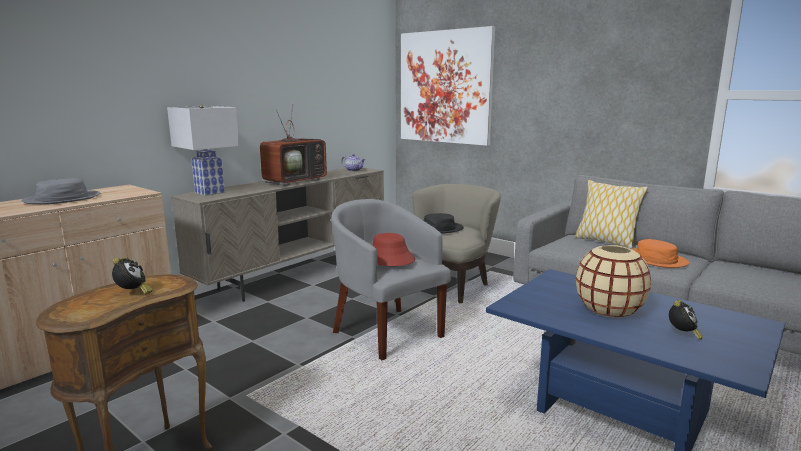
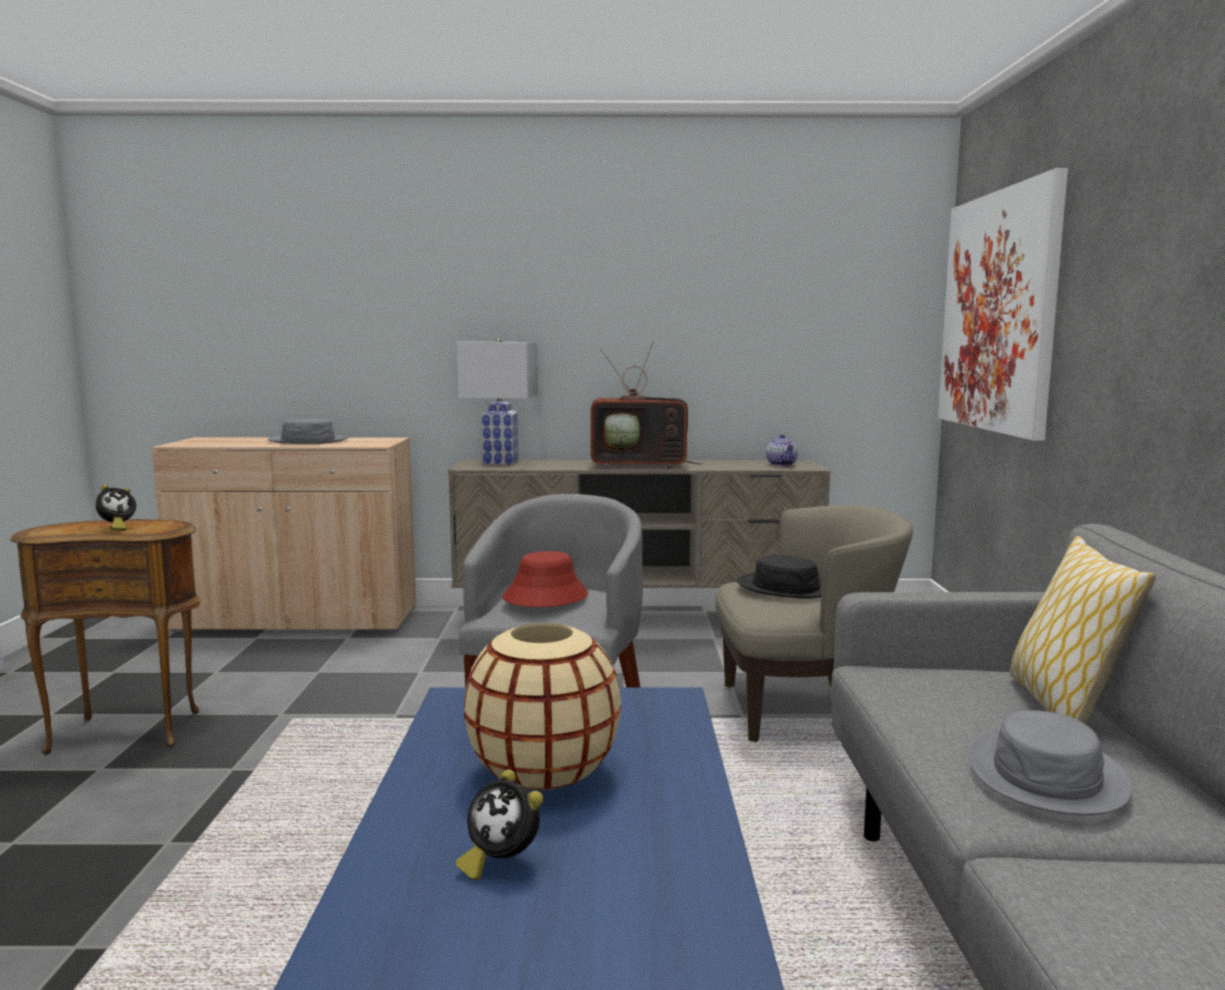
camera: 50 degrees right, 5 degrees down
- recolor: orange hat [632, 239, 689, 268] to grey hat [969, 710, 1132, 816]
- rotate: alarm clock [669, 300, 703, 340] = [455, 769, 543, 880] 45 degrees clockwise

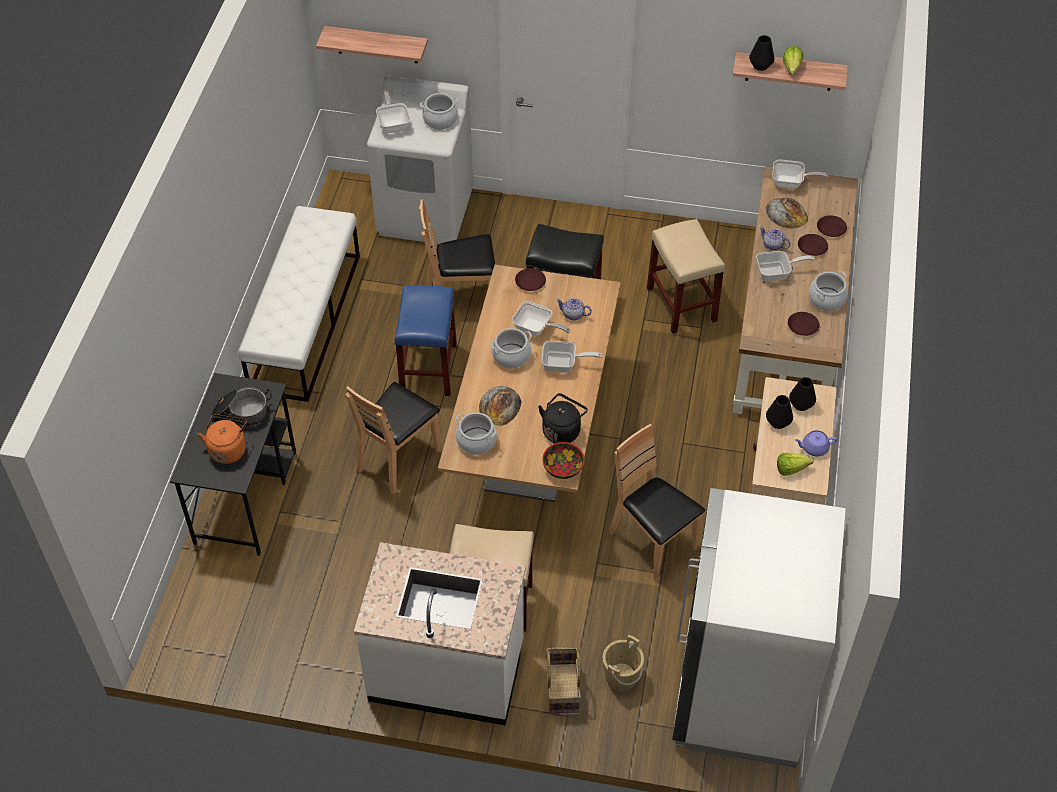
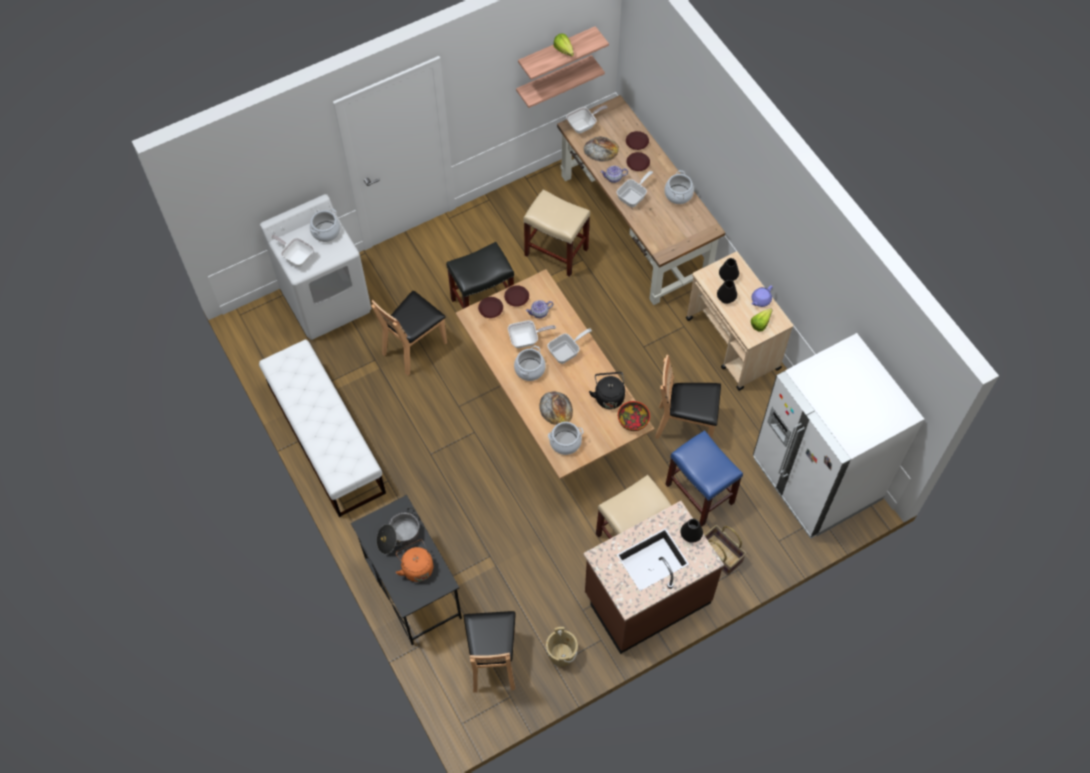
camera: 40 degrees left, 10 degrees up
- move: shelf [316, 26, 428, 63] to [516, 55, 605, 108]
- move: black vase [749, 35, 775, 71] to [680, 519, 703, 543]
- move: blue stool [394, 285, 457, 396] to [665, 430, 743, 527]
- move: brown plate [788, 312, 819, 336] to [504, 285, 529, 307]
- move: brown chair [346, 382, 440, 494] to [464, 611, 515, 693]
- recolor: white counter [354, 542, 526, 726] to brown counter [583, 501, 724, 654]
- move: beige bucket [603, 635, 644, 691] to [546, 627, 578, 667]

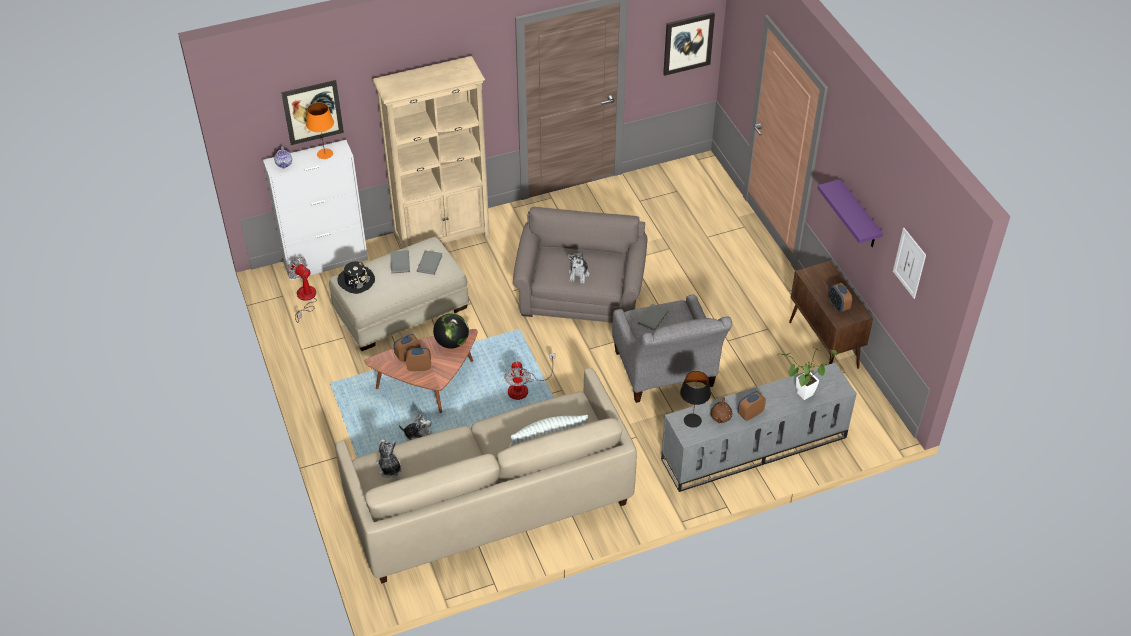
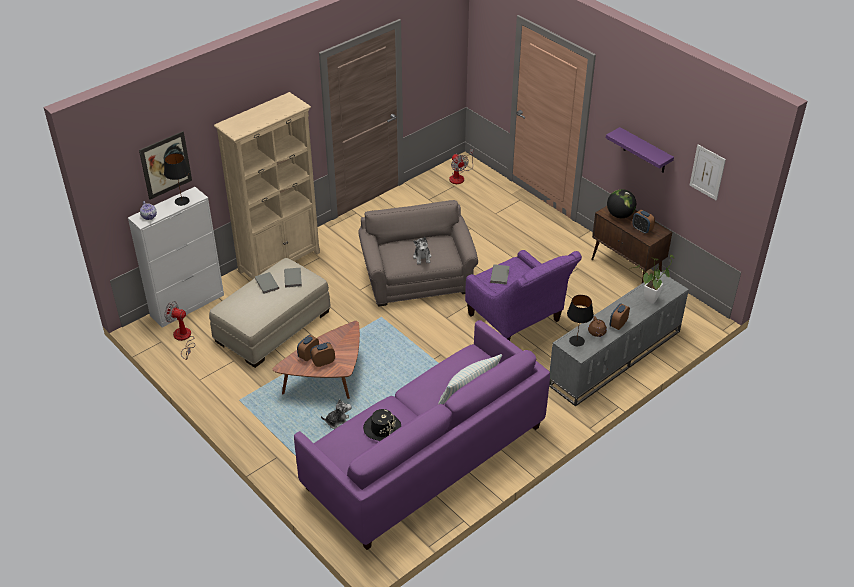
camera: 20 degrees left, 5 degrees down
- delete: picture [663, 12, 715, 76]
- recolor: orange table lamp [306, 102, 334, 159] to black table lamp [164, 153, 190, 206]
- move: black hat [337, 261, 375, 294] to [363, 409, 401, 441]
- recolor: grey armchair [612, 294, 732, 403] to purple armchair [465, 250, 582, 341]
- move: globe [433, 313, 469, 349] to [607, 189, 636, 218]
- move: fan [504, 353, 555, 400] to [449, 149, 473, 184]
- recolor: beige sofa [335, 368, 637, 584] to purple sofa [294, 320, 550, 550]
- delete: plush toy [376, 439, 402, 478]

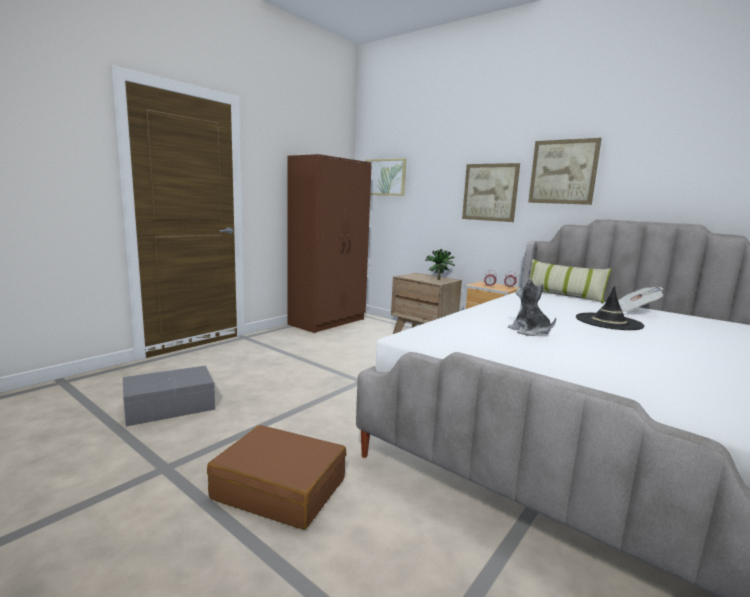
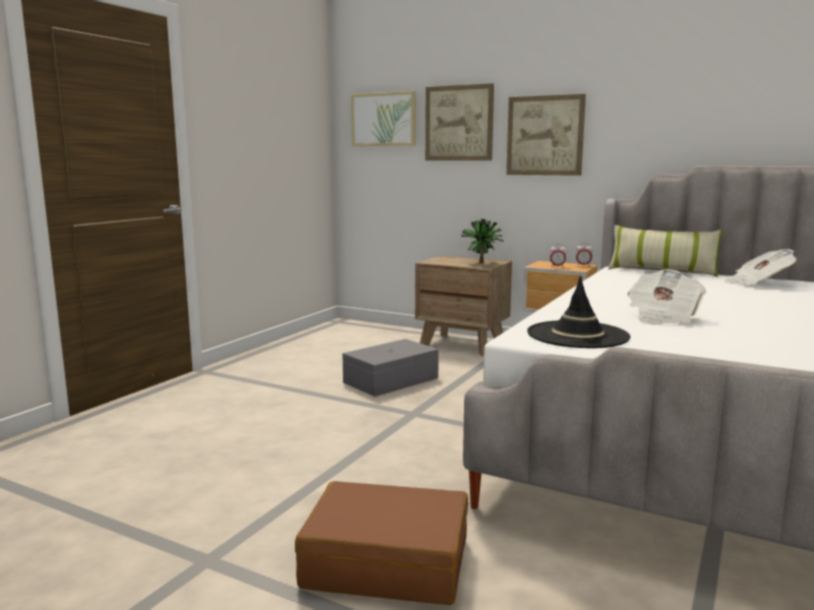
camera: 10 degrees left, 0 degrees up
- move: picture [528, 138, 602, 205] to [425, 83, 494, 161]
- delete: brown wardrobe [288, 154, 372, 333]
- replace: plush toy [508, 278, 556, 336] to newspaper [627, 269, 706, 325]
- move: black hat [576, 286, 645, 330] to [527, 276, 631, 348]
- move: grey storage box [123, 366, 215, 426] to [342, 339, 439, 396]

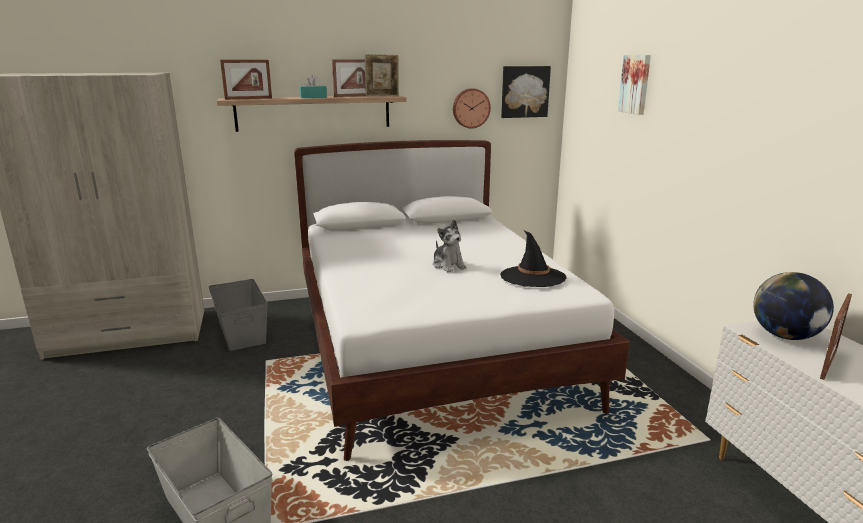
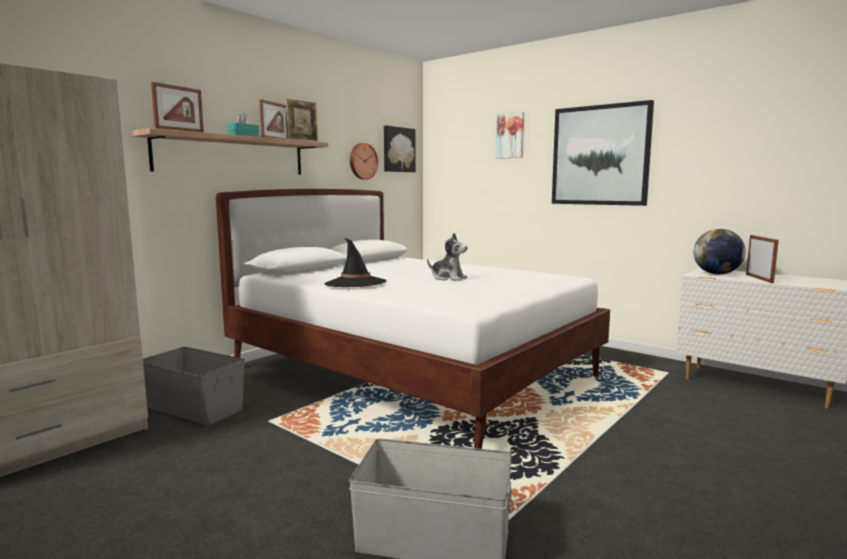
camera: 35 degrees left, 10 degrees down
- move: black hat [500, 230, 567, 287] to [325, 238, 386, 287]
- insert: picture [552, 100, 654, 206]

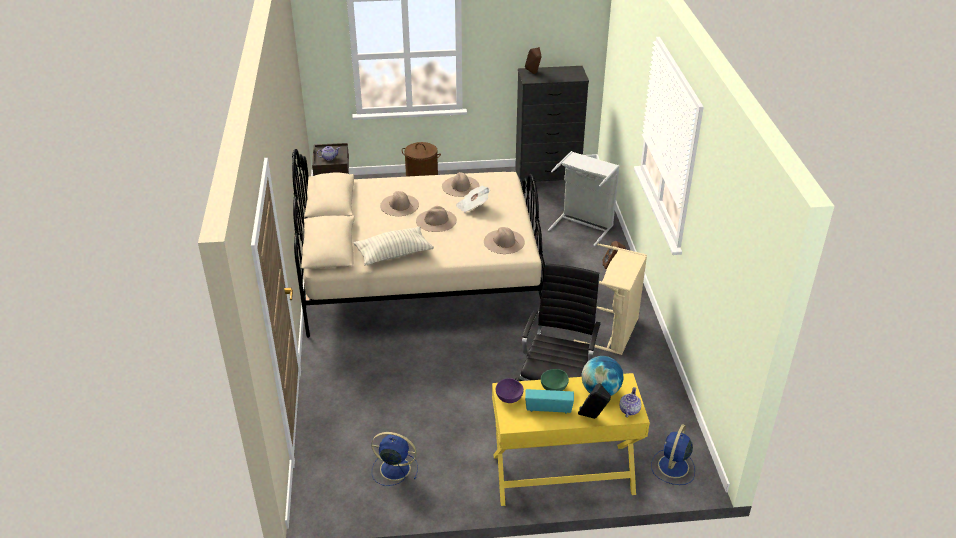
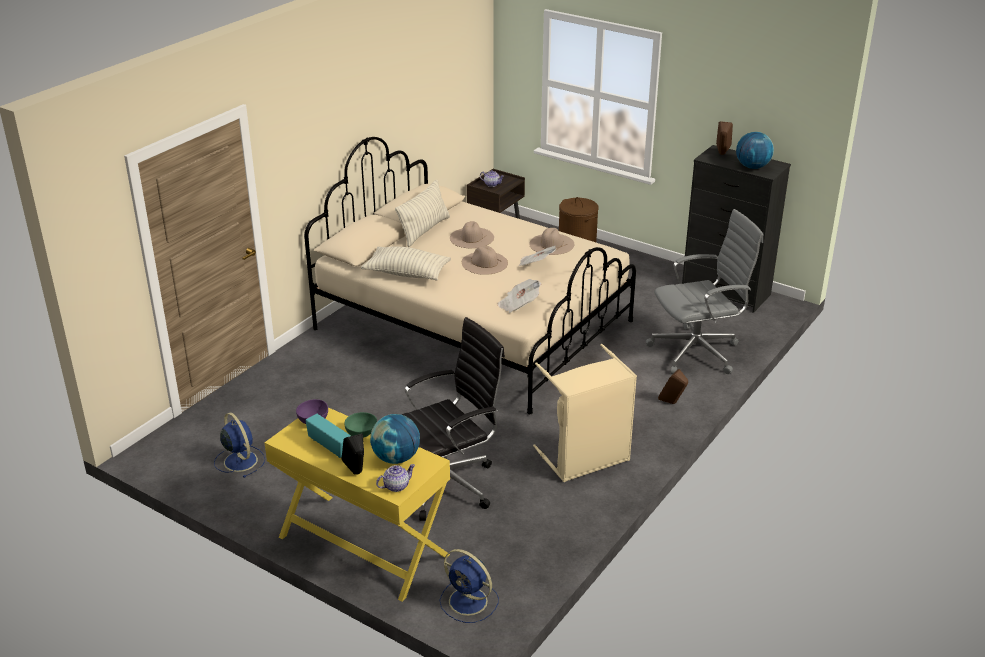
camera: 40 degrees right, 5 degrees down
- replace: grey laundry basket [548, 151, 620, 246] to grey office chair [646, 209, 763, 374]
- replace: beige hat [484, 227, 525, 254] to newspaper [497, 279, 541, 313]
- rotate: blue fan [651, 424, 695, 485] = [439, 549, 499, 623] 120 degrees counterclockwise
- insert: globe [736, 132, 774, 169]
- insert: pillow [395, 180, 450, 247]

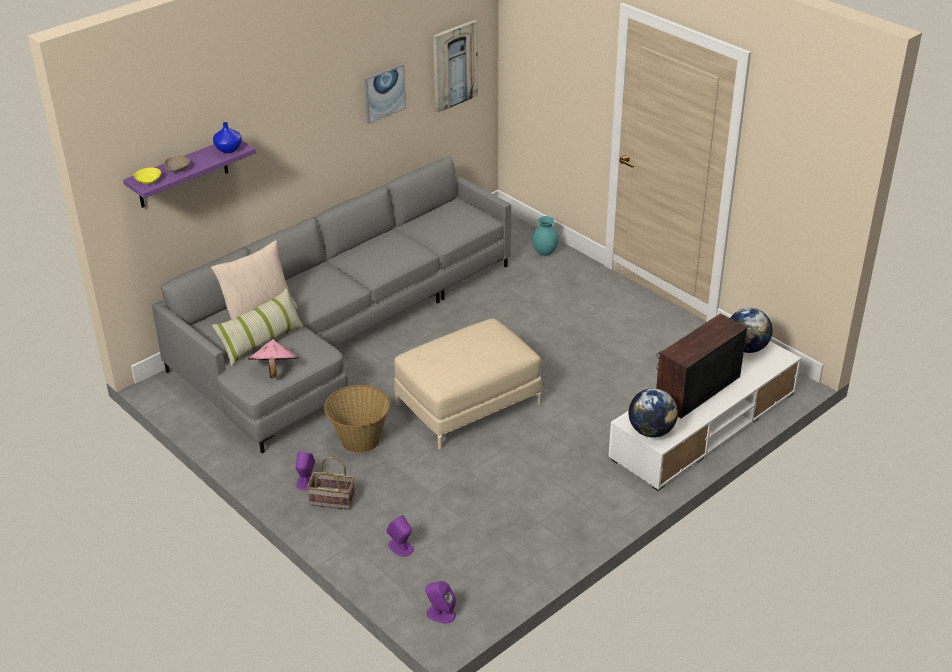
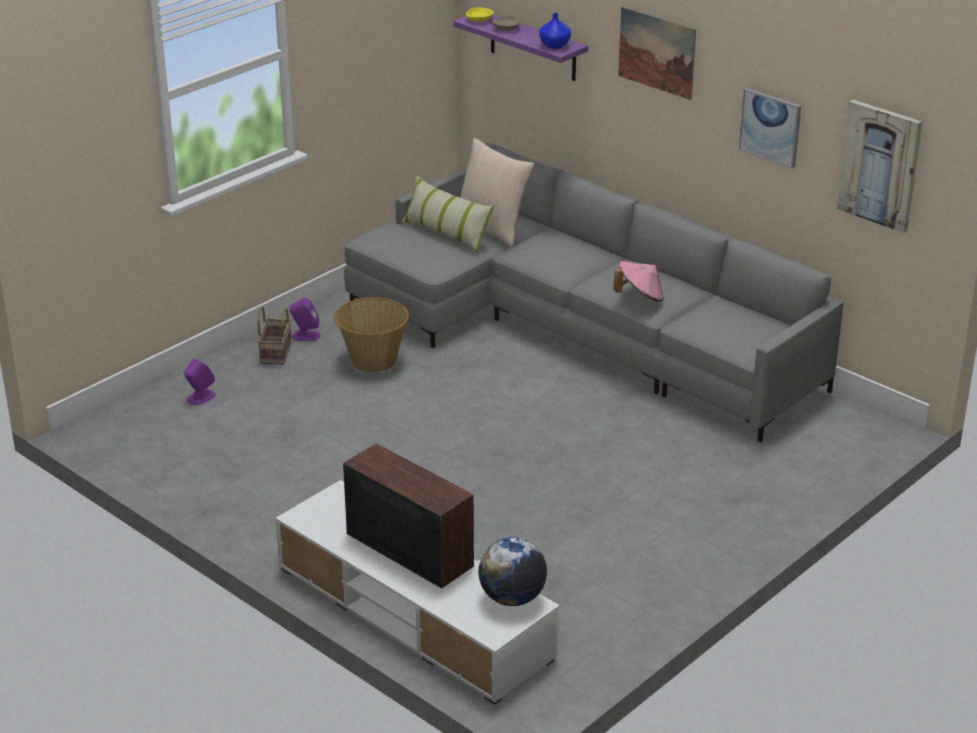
camera: 85 degrees right, 5 degrees down
- delete: turquoise vase [532, 216, 558, 256]
- delete: beige ottoman [394, 318, 542, 450]
- move: pink hat [248, 339, 298, 378] to [613, 261, 664, 302]
- delete: globe [628, 389, 678, 437]
- delete: purple speaker [425, 581, 456, 624]
- insert: picture [618, 6, 696, 100]

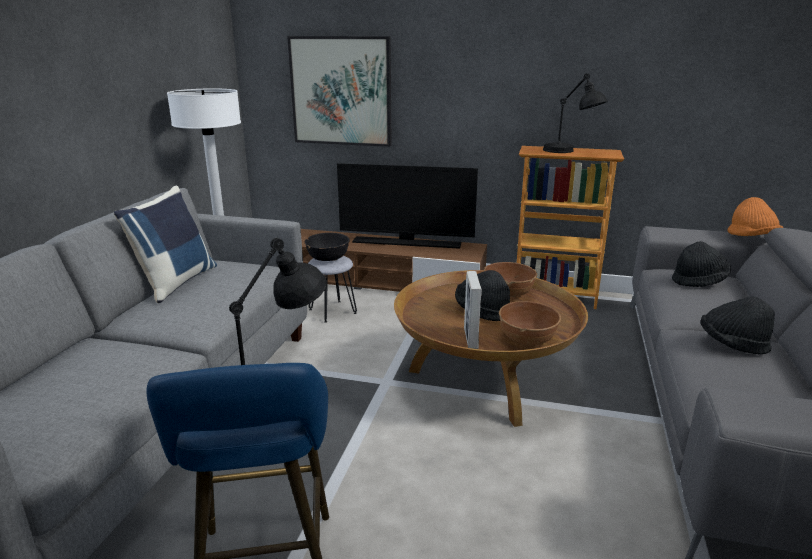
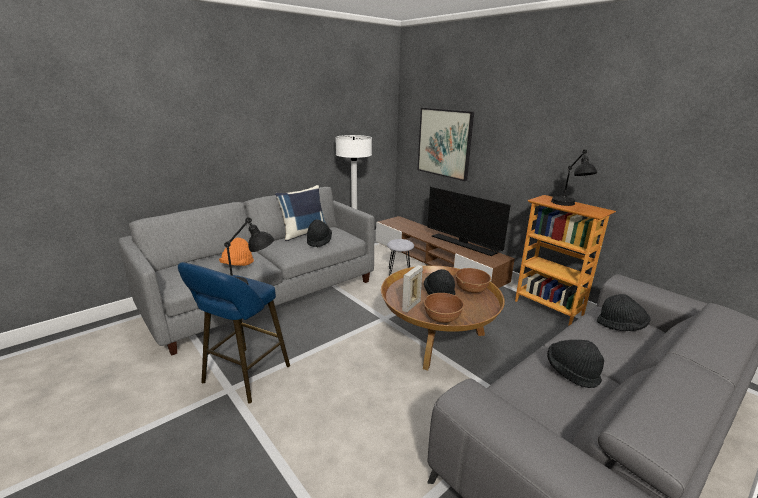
camera: 35 degrees right, 0 degrees up
- move: orange hat [727, 197, 783, 236] to [219, 238, 254, 266]
- delete: black bowl [305, 233, 350, 261]
- insert: black hat [307, 219, 332, 247]

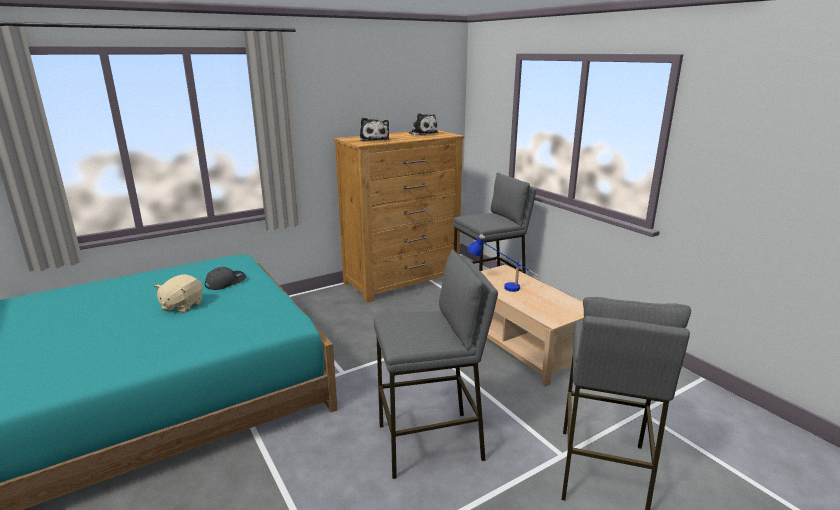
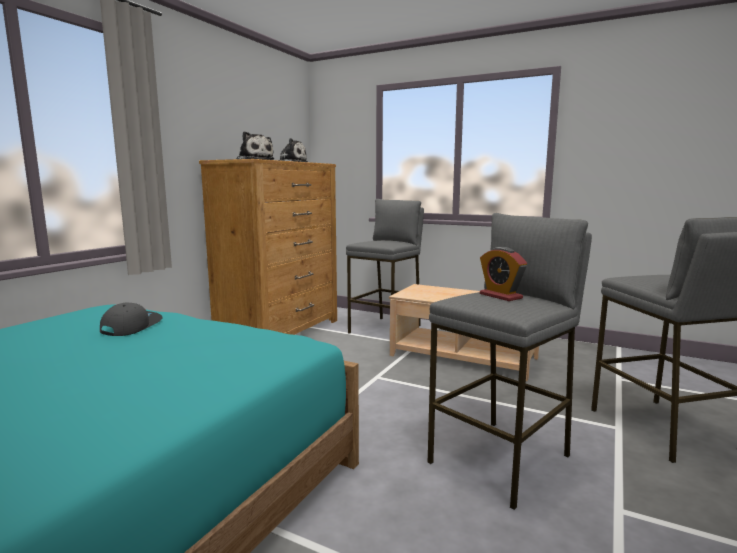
camera: 30 degrees left, 10 degrees down
- delete: blue table lamp [467, 234, 538, 292]
- delete: beige plush toy [154, 274, 203, 312]
- insert: alarm clock [480, 247, 527, 301]

